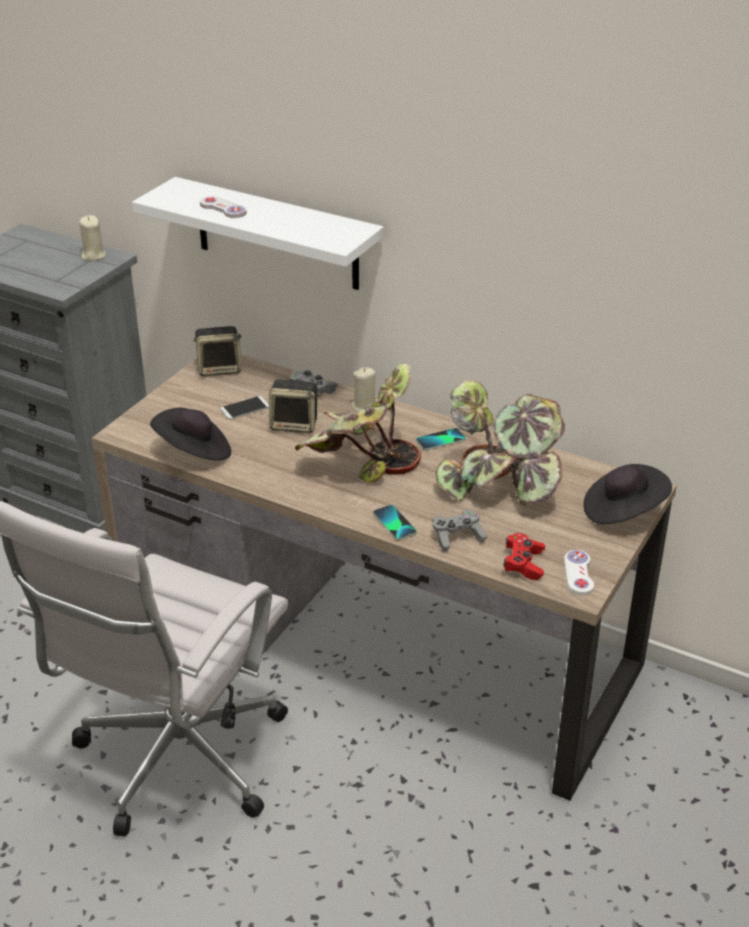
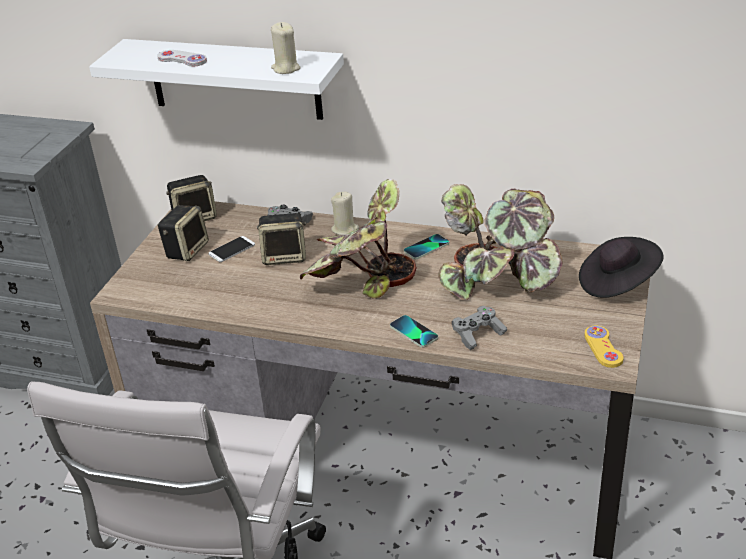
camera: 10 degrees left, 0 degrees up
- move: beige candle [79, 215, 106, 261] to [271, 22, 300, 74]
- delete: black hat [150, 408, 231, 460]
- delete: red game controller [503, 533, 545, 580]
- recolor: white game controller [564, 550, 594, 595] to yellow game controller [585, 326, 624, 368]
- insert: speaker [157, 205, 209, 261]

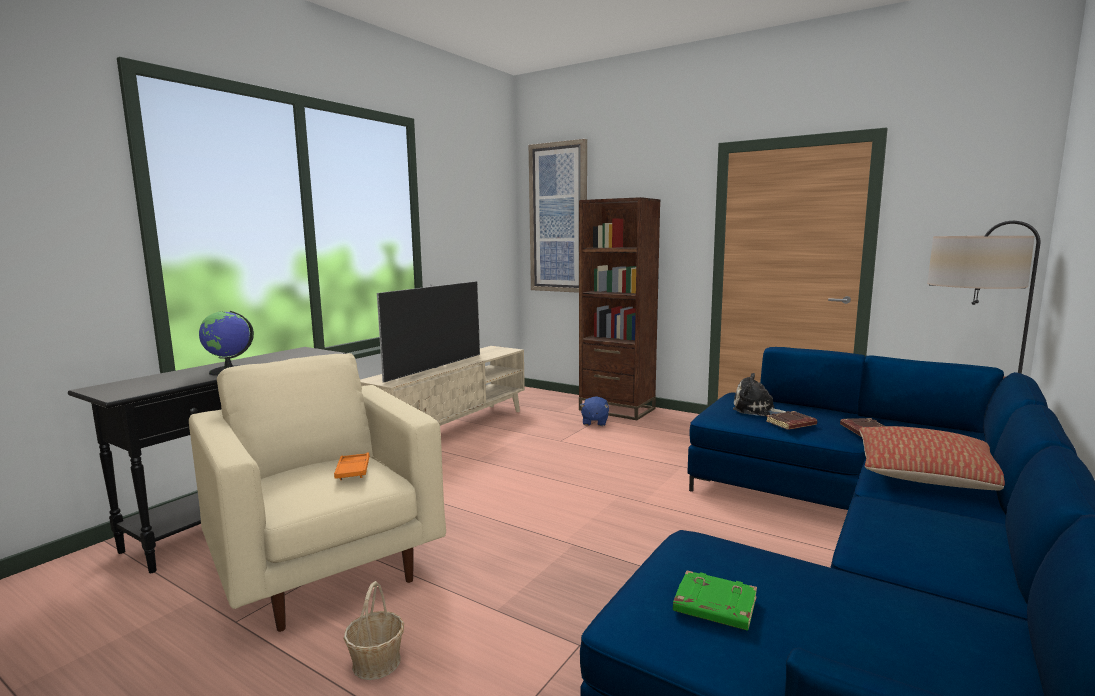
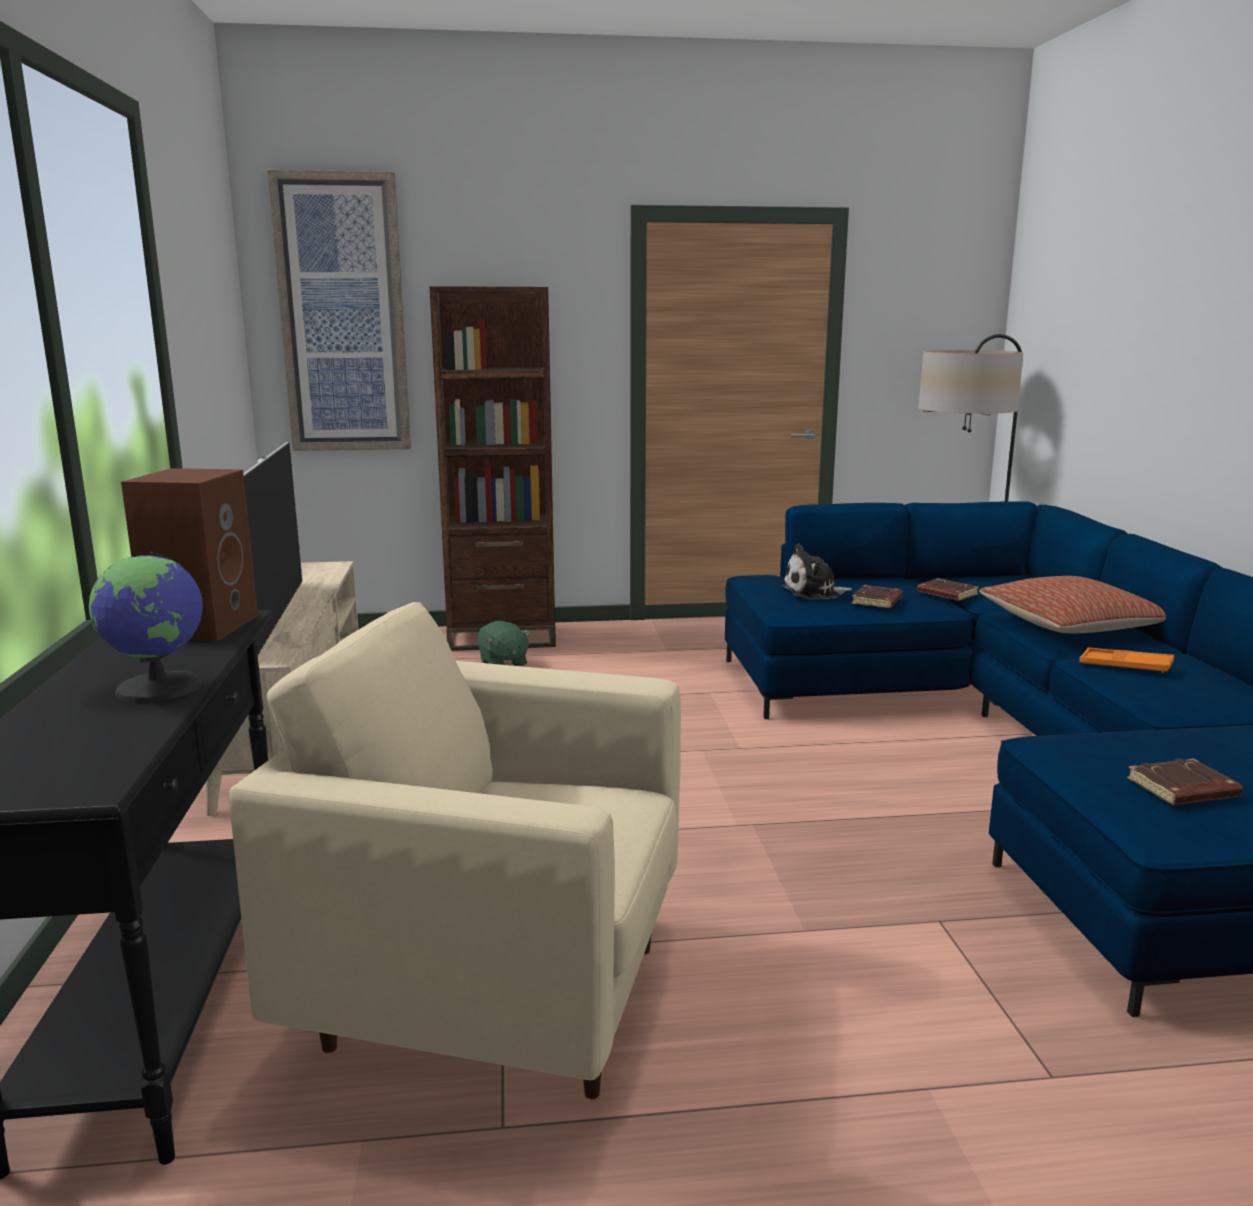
camera: 40 degrees left, 5 degrees up
- recolor: blue plush toy [580, 396, 609, 426] to green plush toy [478, 621, 531, 666]
- move: orange tray [334, 453, 370, 480] to [1079, 648, 1174, 673]
- recolor: green book [673, 571, 757, 631] to brown book [1127, 758, 1243, 805]
- delete: basket [344, 581, 404, 680]
- insert: brown speaker [121, 468, 258, 641]

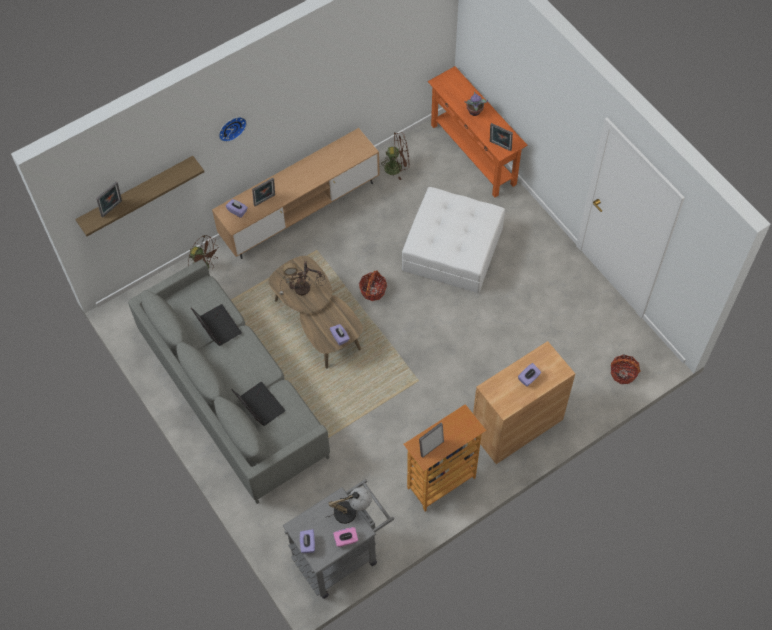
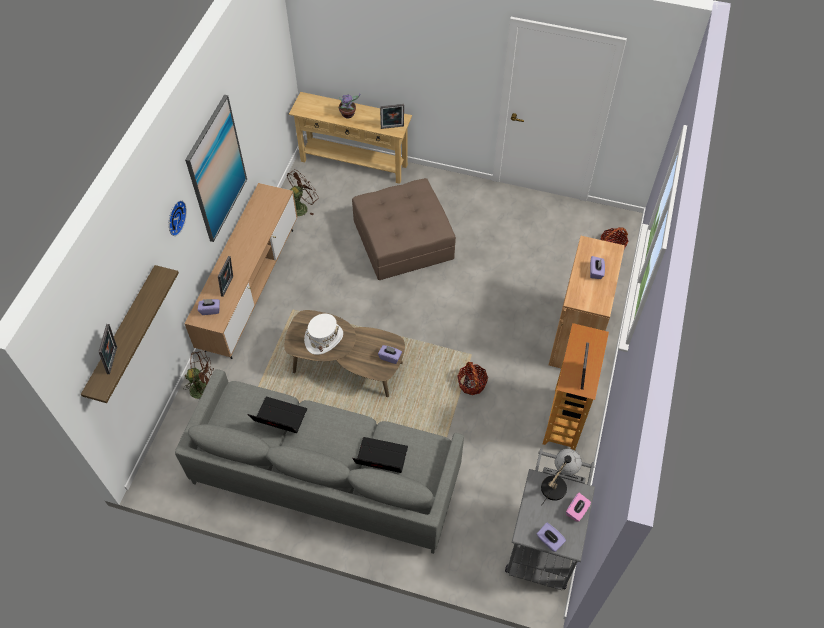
camera: 40 degrees left, 5 degrees down
- recolor: orange console table [428, 66, 527, 197] to beige console table [289, 92, 412, 184]
- recolor: white ottoman [402, 187, 505, 293] to brown ottoman [352, 178, 456, 280]
- replace: table lamp [280, 261, 326, 295] to white hat [304, 313, 343, 355]
- move: basket [359, 270, 387, 301] to [457, 362, 488, 395]
- insert: picture [185, 95, 247, 242]

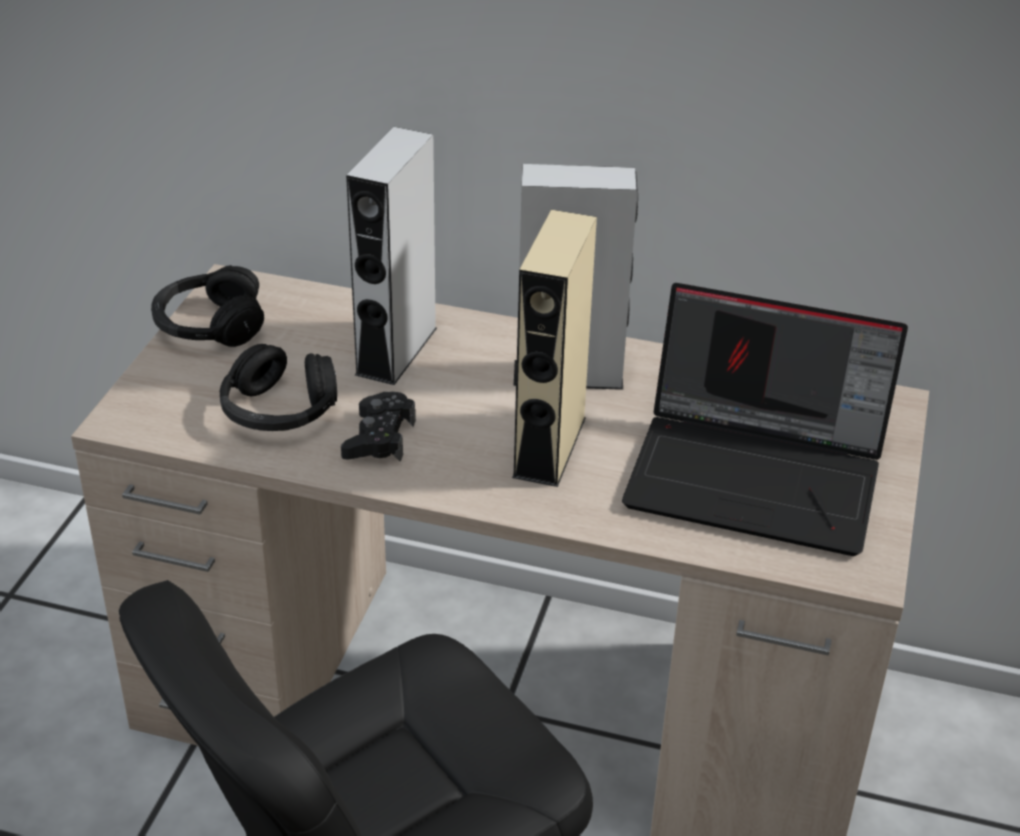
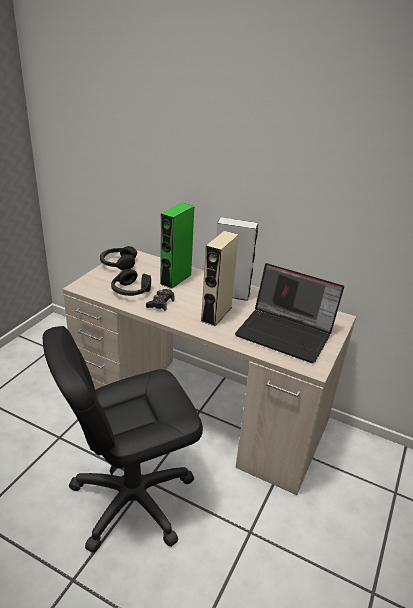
camera: 10 degrees right, 5 degrees down
- recolor: grey speaker [346, 127, 437, 385] to green speaker [160, 203, 194, 289]

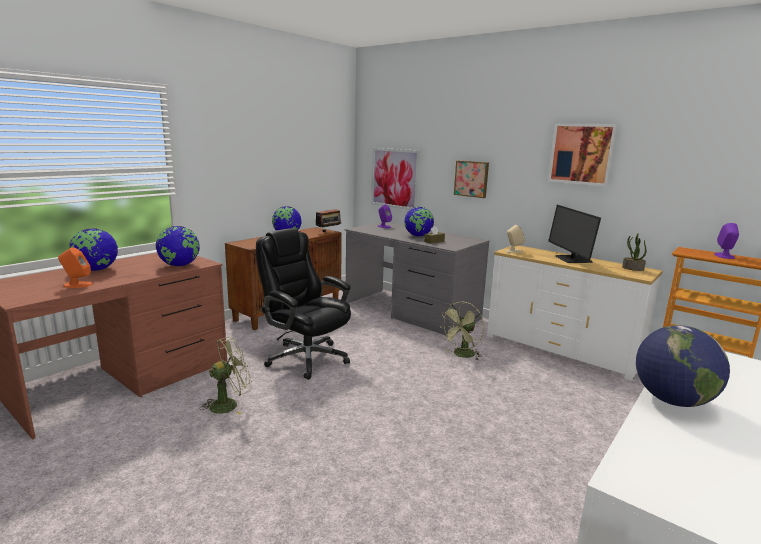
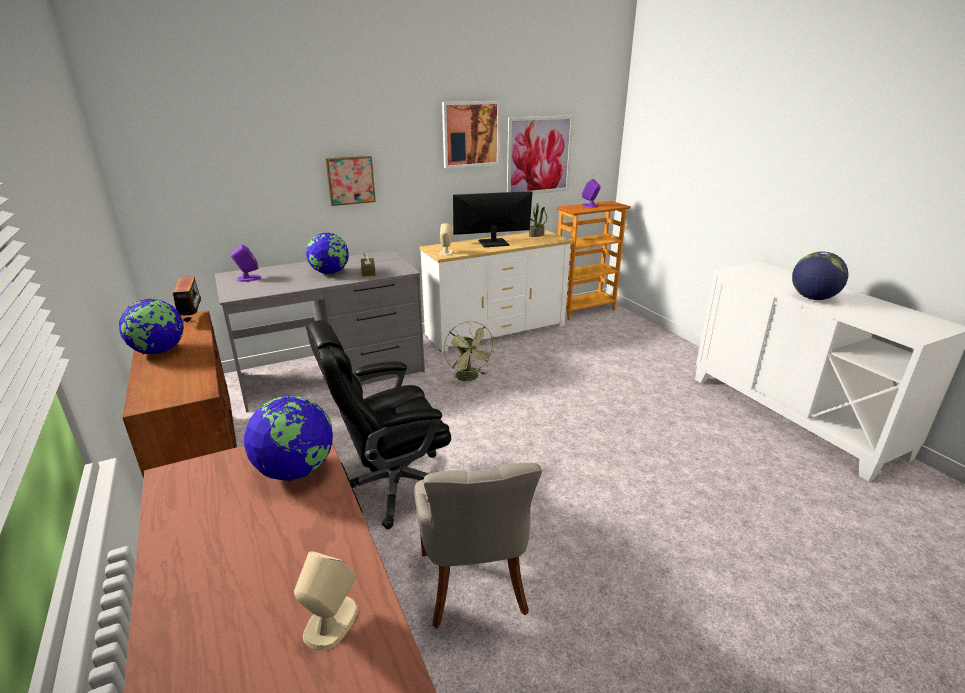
camera: 65 degrees left, 10 degrees up
- move: picture [371, 148, 420, 210] to [507, 115, 574, 194]
- rotate: monitor [548, 205, 601, 263] = [453, 191, 533, 247] 150 degrees clockwise
- delete: globe [69, 228, 118, 271]
- recolor: orange speaker [58, 247, 92, 288] to beige speaker [294, 551, 358, 650]
- replace: green fan [200, 337, 252, 415] to grey chair [414, 463, 542, 628]

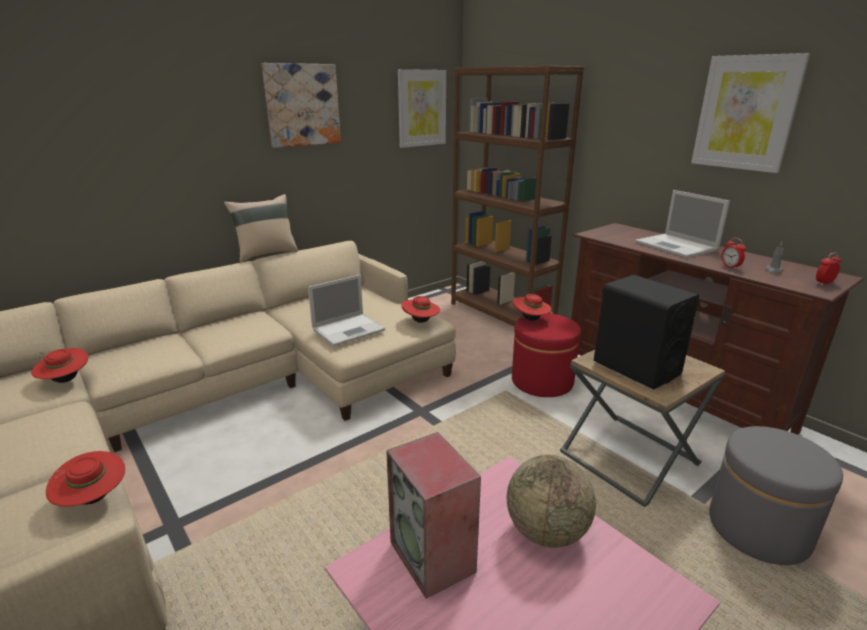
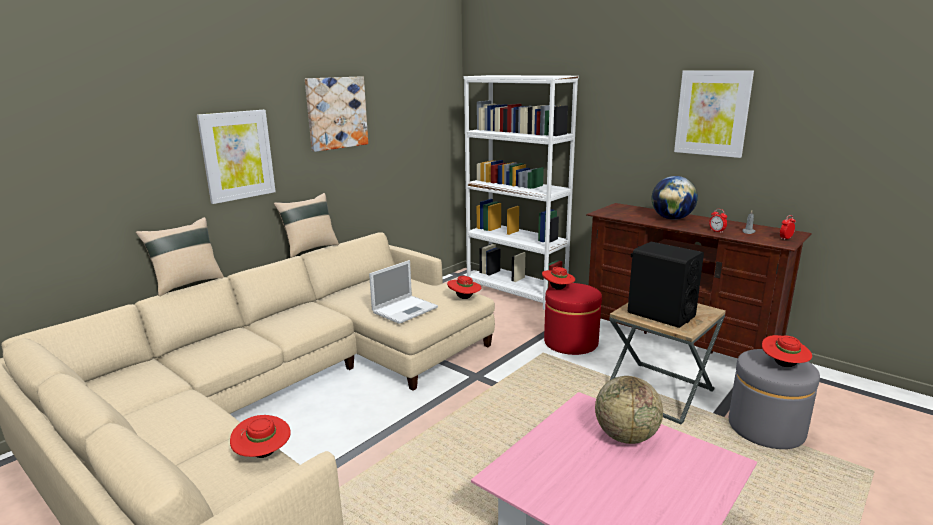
camera: 10 degrees left, 5 degrees down
- recolor: brown bookcase [451, 66, 585, 327] to white bookcase [464, 75, 579, 310]
- move: picture [398, 69, 446, 148] to [197, 110, 276, 204]
- replace: laptop [635, 190, 730, 258] to globe [652, 176, 698, 220]
- move: red hat [31, 348, 88, 383] to [762, 335, 812, 367]
- delete: speaker [386, 432, 481, 598]
- insert: beige pillow [136, 217, 224, 296]

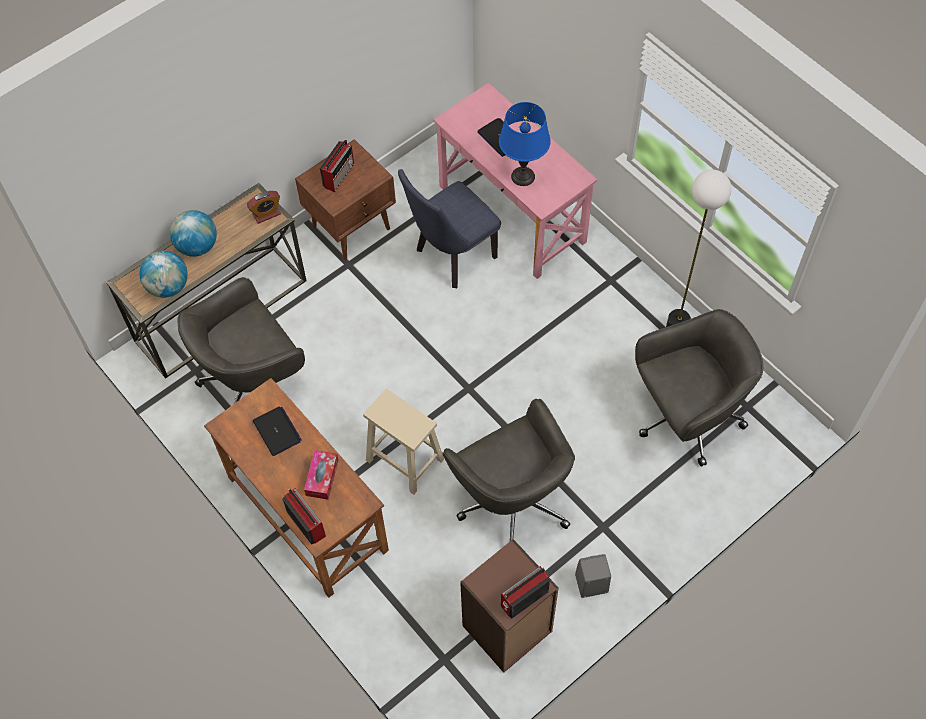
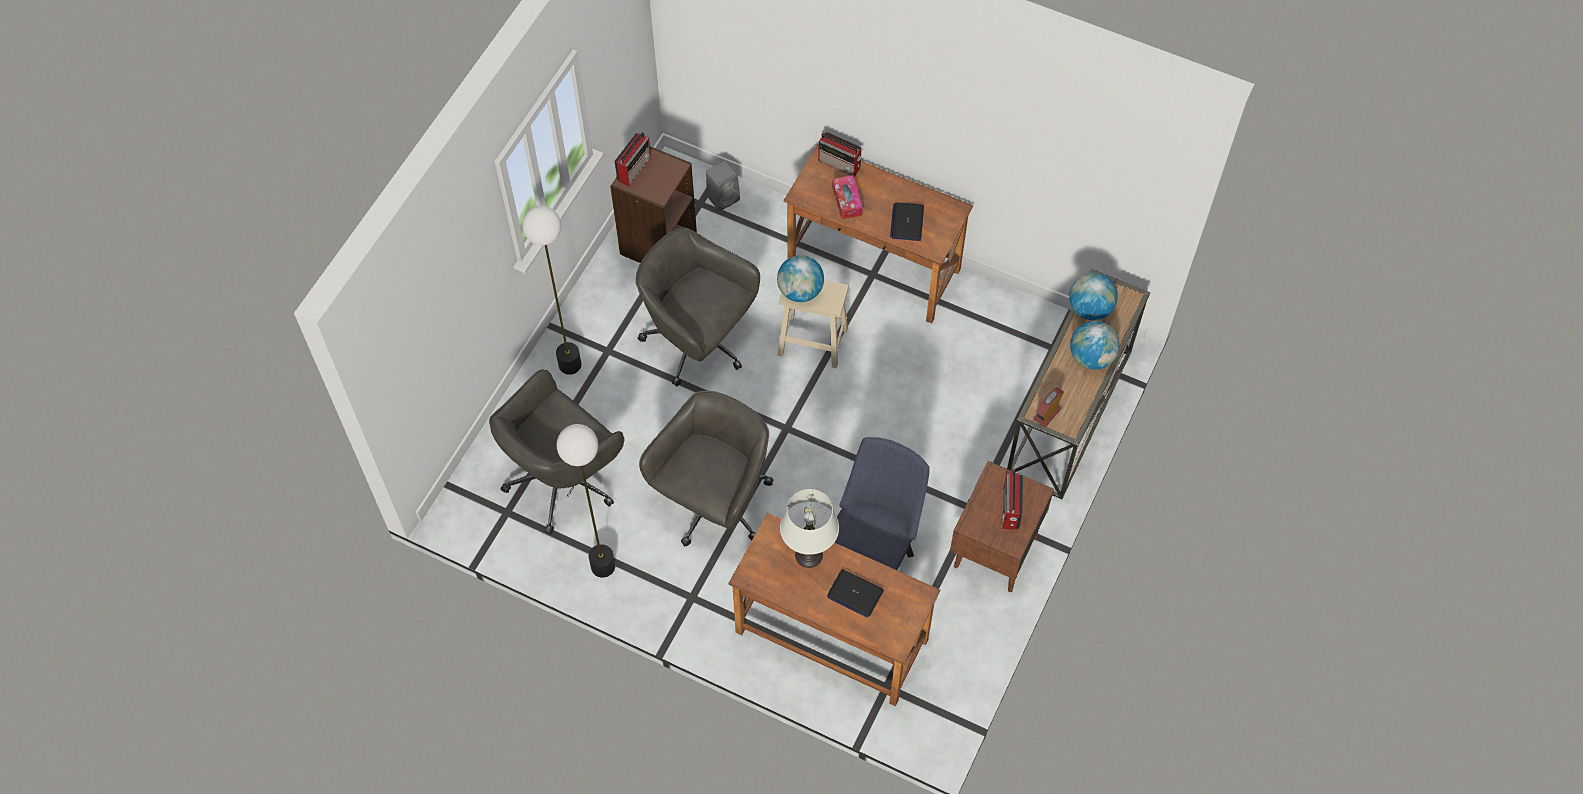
camera: 155 degrees right, 0 degrees up
- recolor: pink desk [433, 82, 598, 279] to brown desk [728, 513, 940, 706]
- recolor: blue table lamp [499, 102, 551, 186] to white table lamp [780, 489, 839, 568]
- move: grey office chair [178, 277, 305, 404] to [639, 391, 773, 546]
- rotate: laptop [253, 407, 302, 456] = [890, 202, 924, 241] 60 degrees clockwise
- move: grey speaker [575, 554, 611, 598] to [706, 161, 740, 211]
- insert: floor lamp [522, 205, 582, 375]
- insert: globe [777, 255, 824, 302]

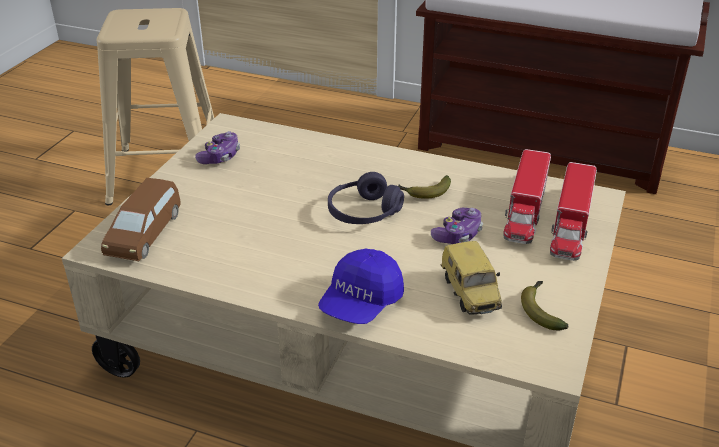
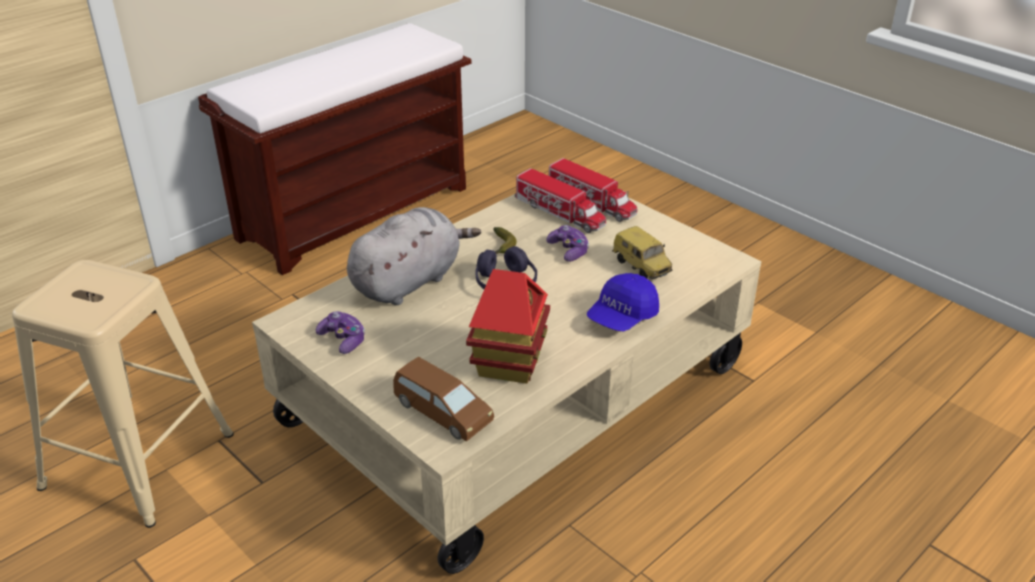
camera: 65 degrees left, 0 degrees up
- rotate: toy car [440, 241, 502, 315] = [612, 226, 672, 279] 45 degrees clockwise
- rotate: blue cap [318, 249, 404, 324] = [587, 273, 659, 332] 75 degrees clockwise
- delete: banana [521, 281, 569, 331]
- insert: grey plush toy [347, 207, 481, 305]
- insert: toy house [466, 269, 550, 384]

